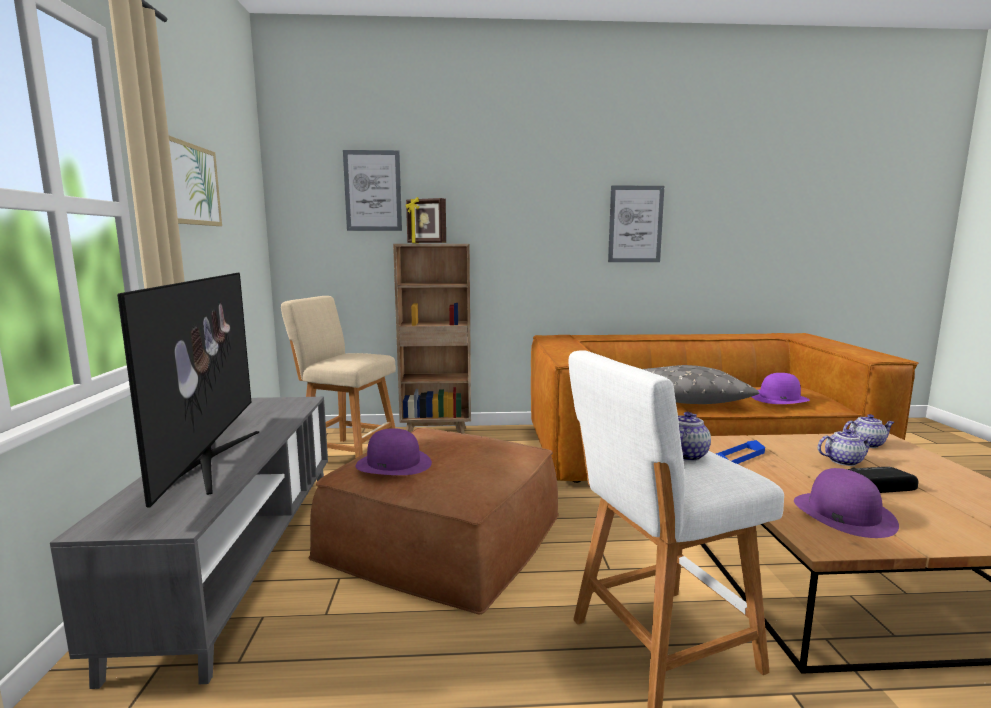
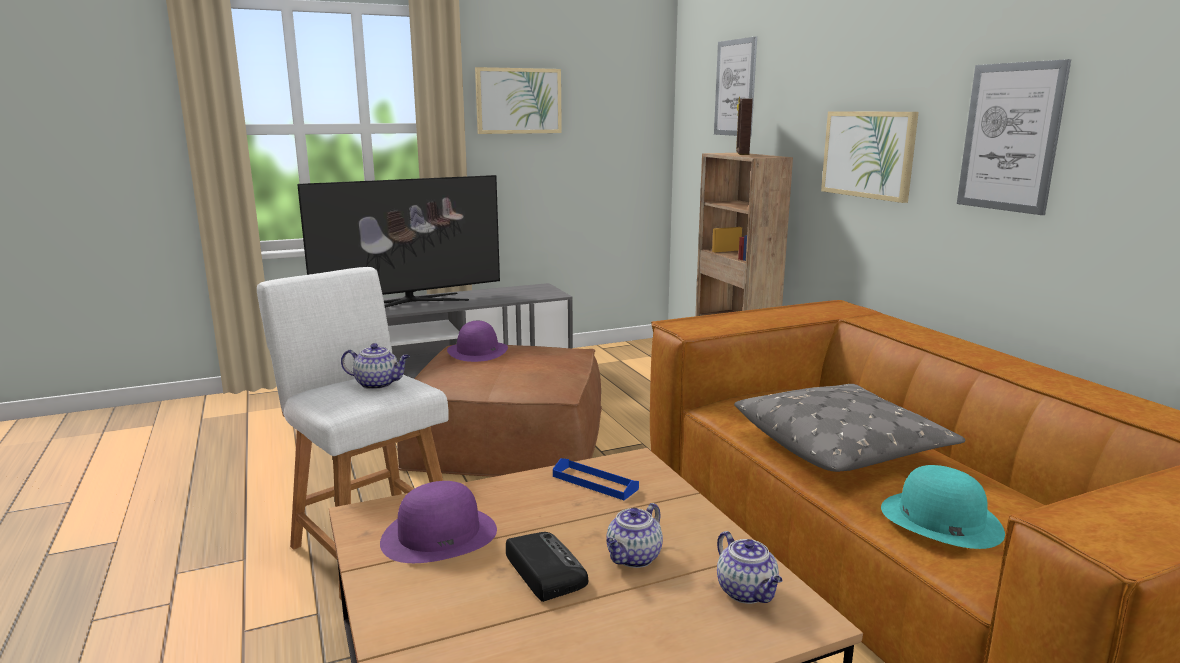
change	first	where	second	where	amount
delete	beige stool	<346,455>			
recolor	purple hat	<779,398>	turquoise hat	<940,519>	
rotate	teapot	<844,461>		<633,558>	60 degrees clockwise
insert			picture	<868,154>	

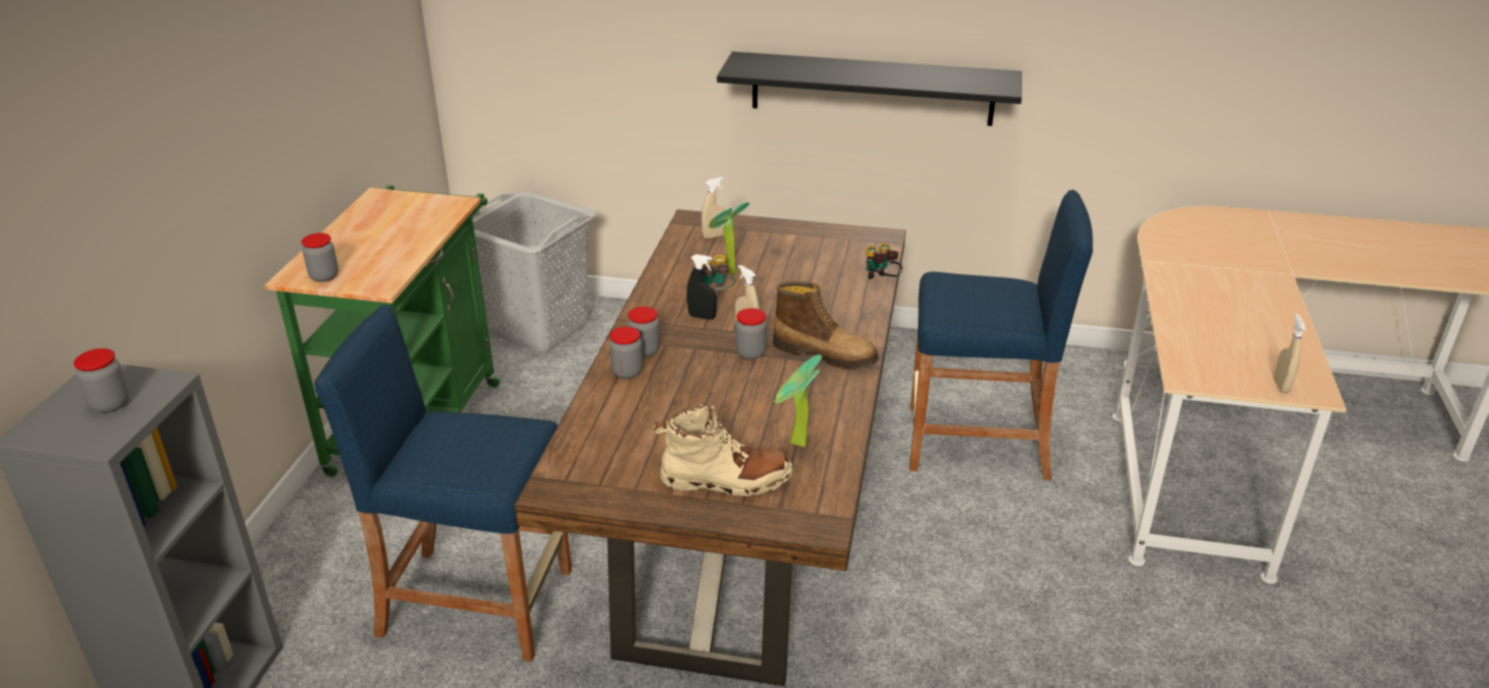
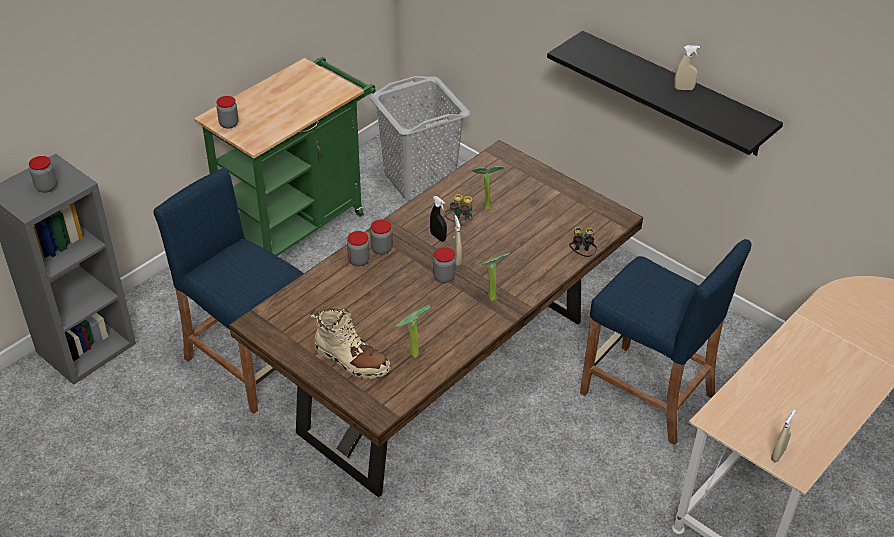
change	first	where	second	where	amount
move	beige spray bottle	<714,236>		<684,88>	
replace	boot	<825,354>	potted plant	<489,297>	

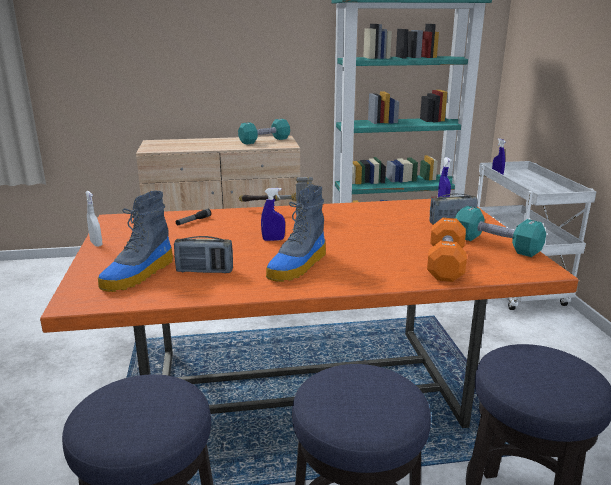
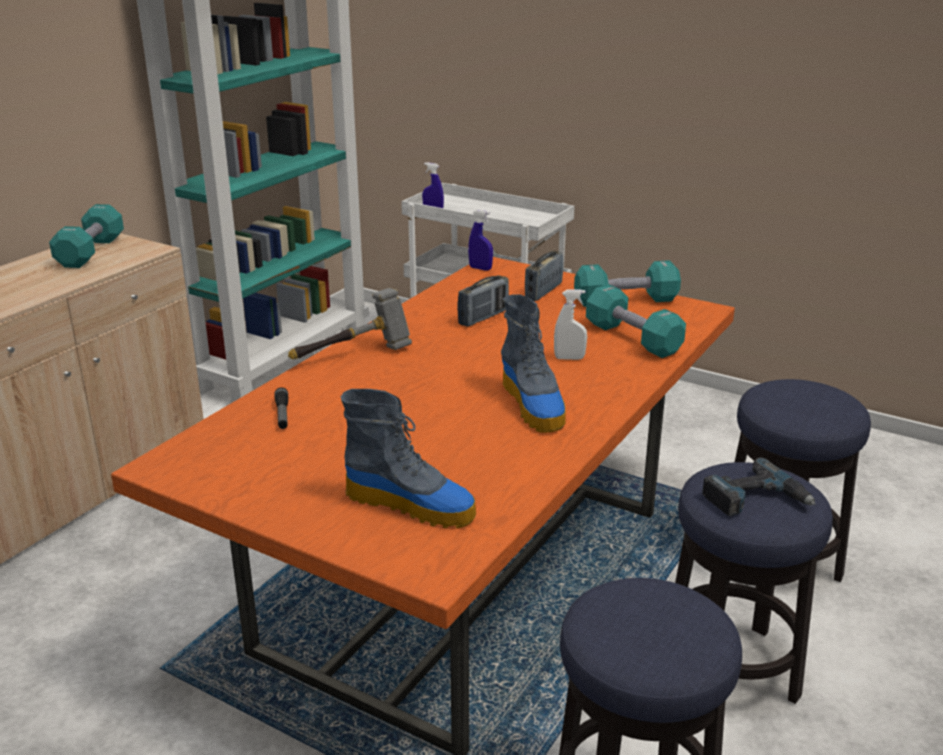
change	first	where	second	where	amount
move	white spray bottle	<96,244>		<569,358>	
rotate	boot	<139,275>		<412,505>	45 degrees counterclockwise
move	radio	<204,271>		<483,317>	
delete	blue spray bottle	<273,240>			
recolor	orange dumbbell	<445,263>	turquoise dumbbell	<632,338>	
insert			power drill	<756,499>	

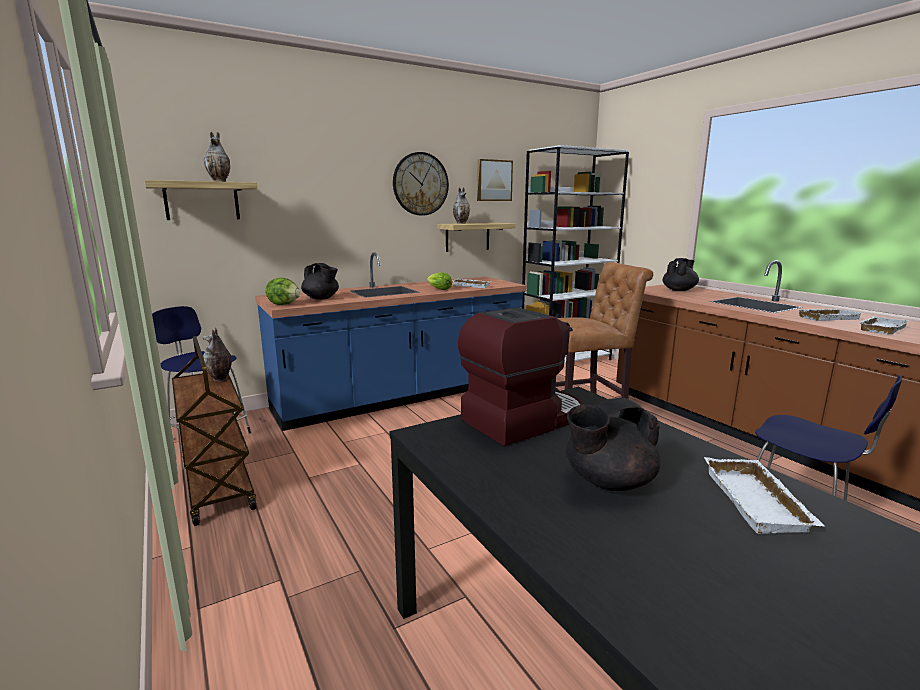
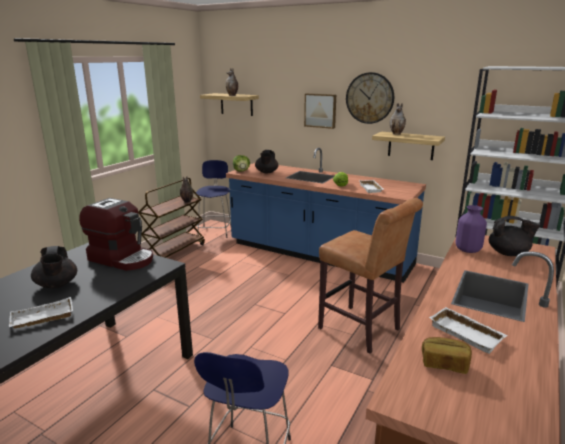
change	first	where	second	where	amount
move	picture	<493,180>		<320,110>	
rotate	black teapot	<607,482>		<57,285>	150 degrees counterclockwise
replace	white tray	<880,328>	bread	<444,364>	
insert			purple vase	<467,250>	

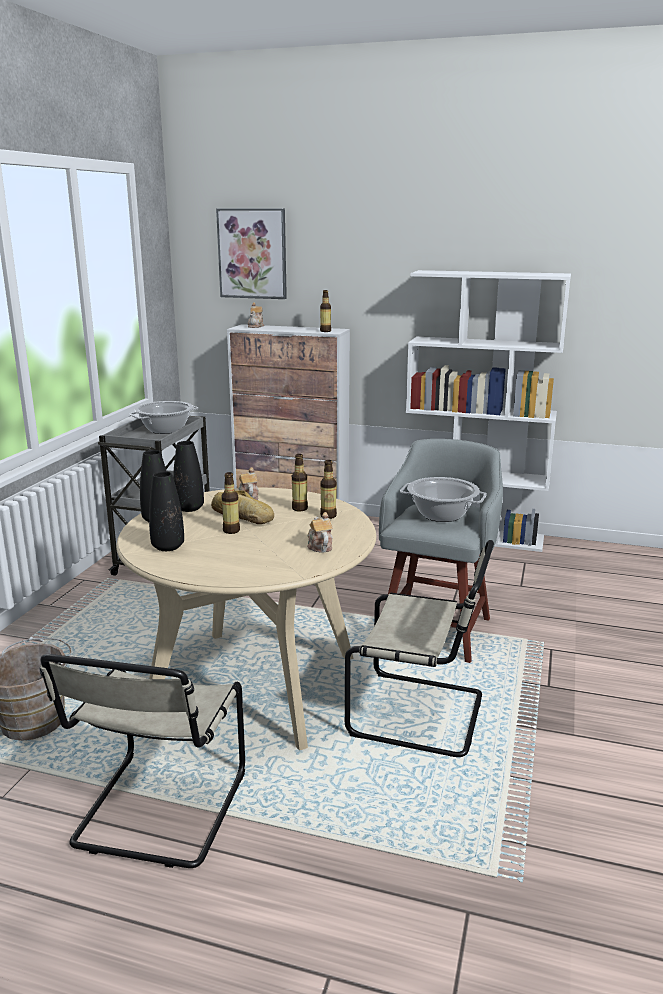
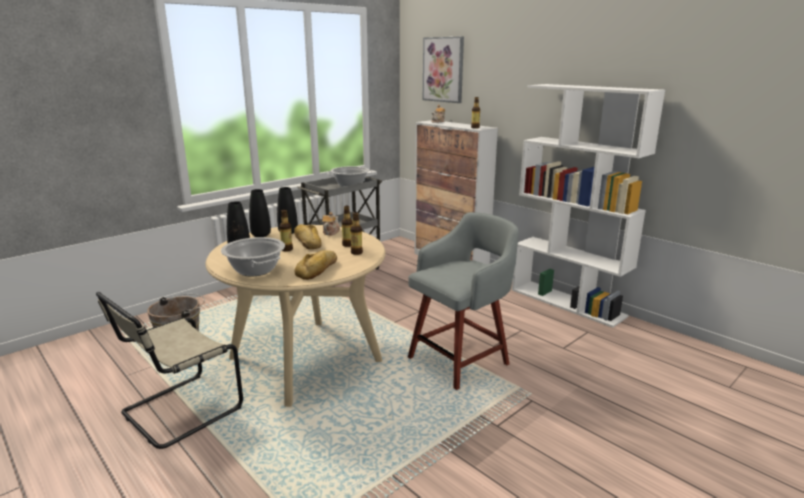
change	first	where	second	where	amount
replace	teapot	<319,546>	bread	<318,269>	
delete	beige chair	<422,715>			
move	cooking pot	<441,515>		<255,270>	

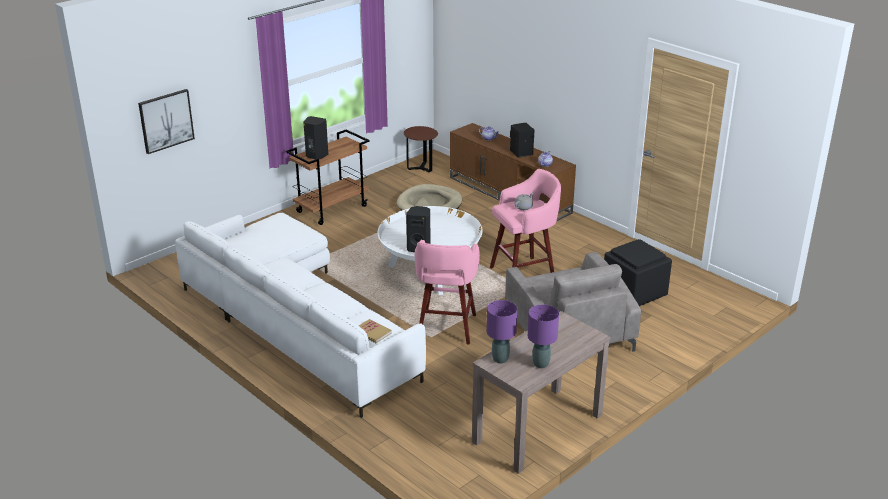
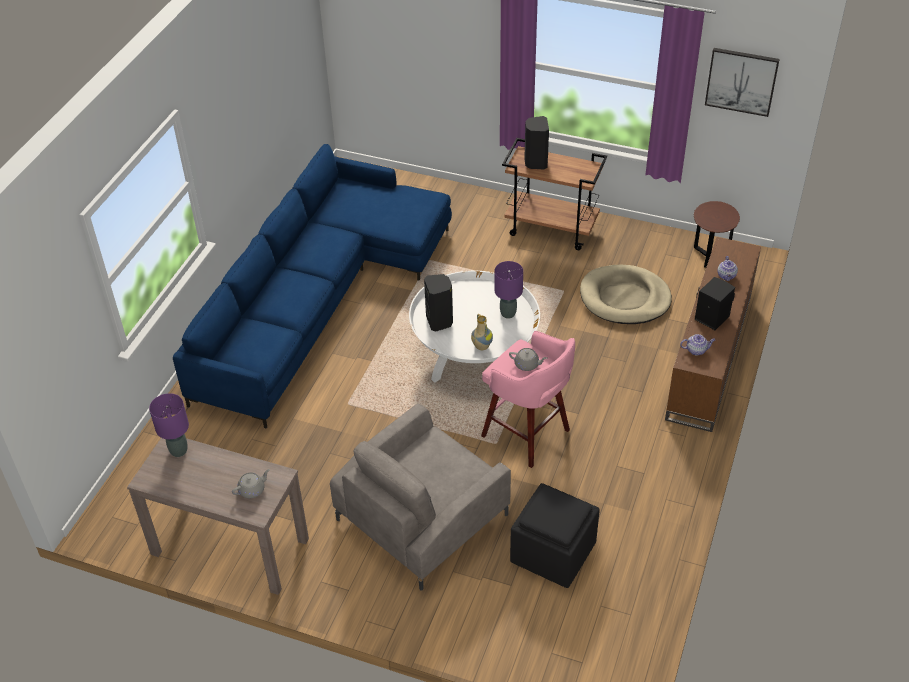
change	first	where	second	where	amount
move	picture	<166,120>		<741,81>	
recolor	white sofa	<295,321>	blue sofa	<319,296>	
delete	book	<372,332>			
delete	pink stool	<446,328>			
move	purple table lamp	<541,364>		<508,314>	
insert			grey teapot	<252,490>	
insert			vase	<481,346>	

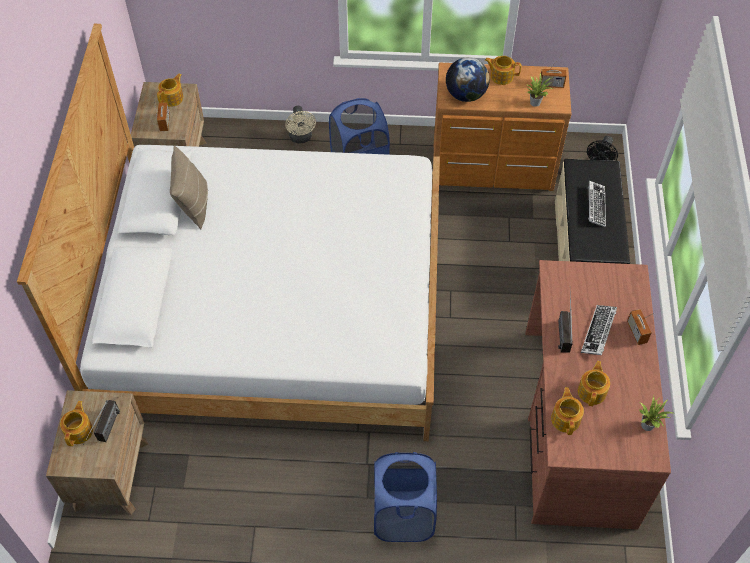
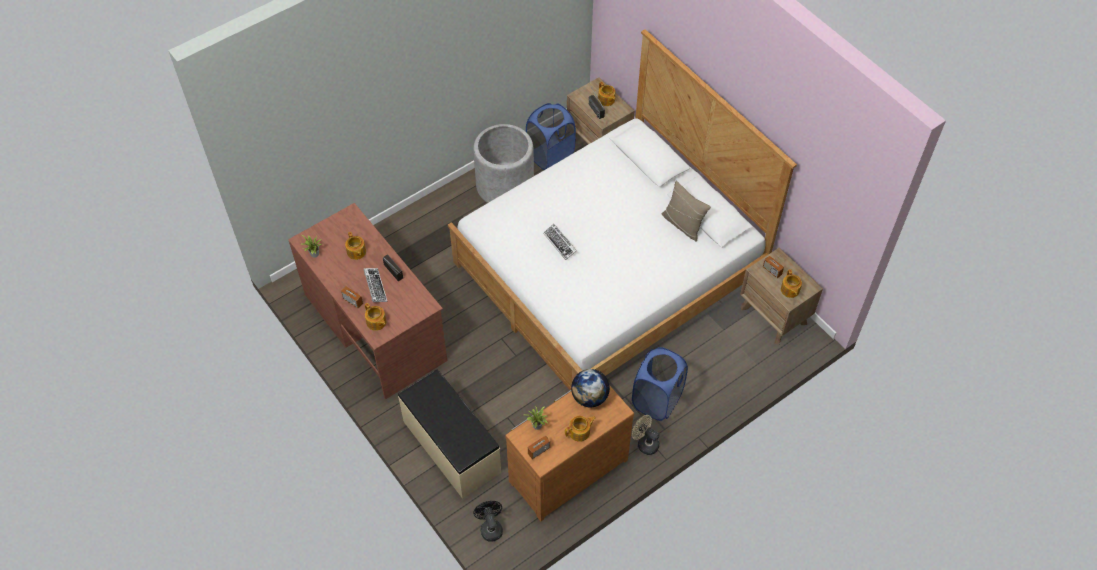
change	first	where	second	where	amount
move	beige fan	<301,138>		<645,443>	
move	blue laundry basket	<403,516>		<550,155>	
move	teapot	<566,418>		<376,322>	
move	keyboard	<596,206>		<560,243>	
insert			grey planter	<505,185>	

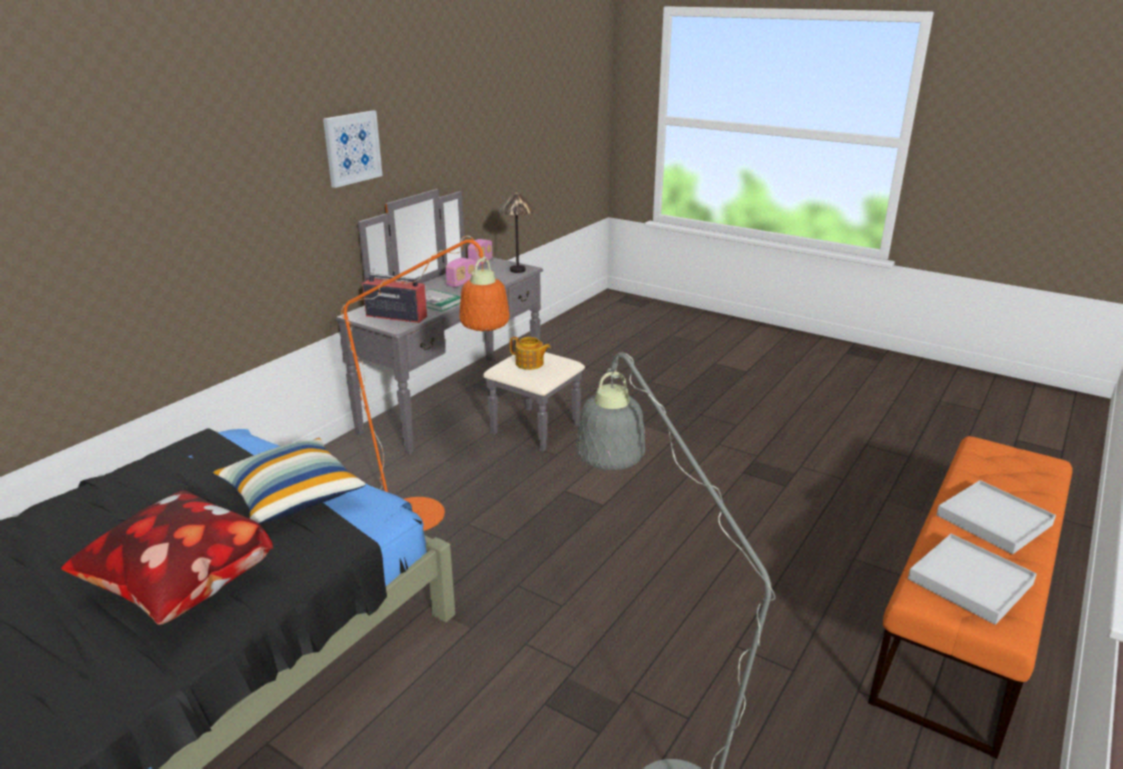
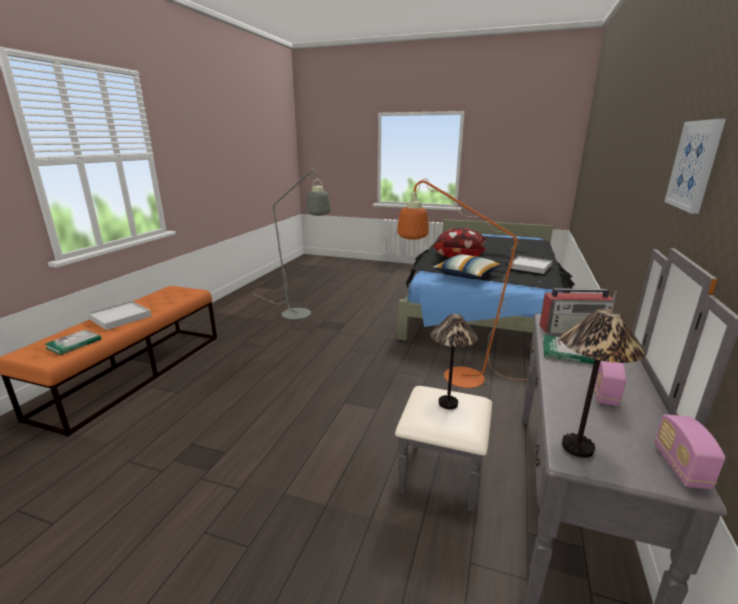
change	first	where	second	where	amount
replace	teapot	<530,364>	table lamp	<448,403>	
move	white tray	<970,581>		<530,267>	
insert			book	<74,344>	

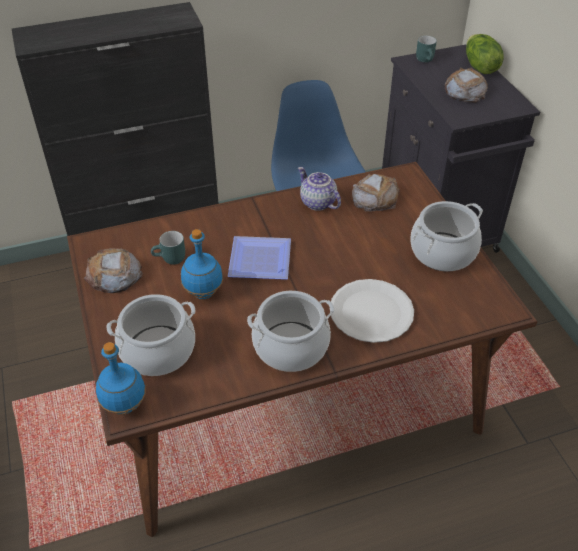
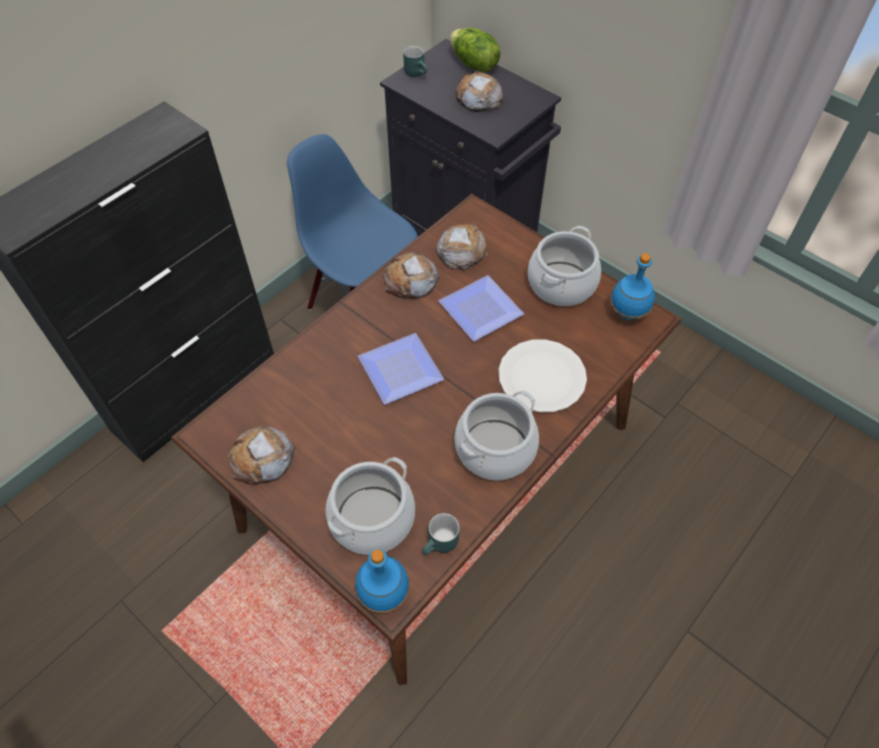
change	first	where	second	where	amount
move	turquoise mug	<170,259>		<441,545>	
move	blue bottle	<203,293>		<627,314>	
replace	teapot	<317,203>	bread	<410,280>	
insert			plate	<483,310>	

